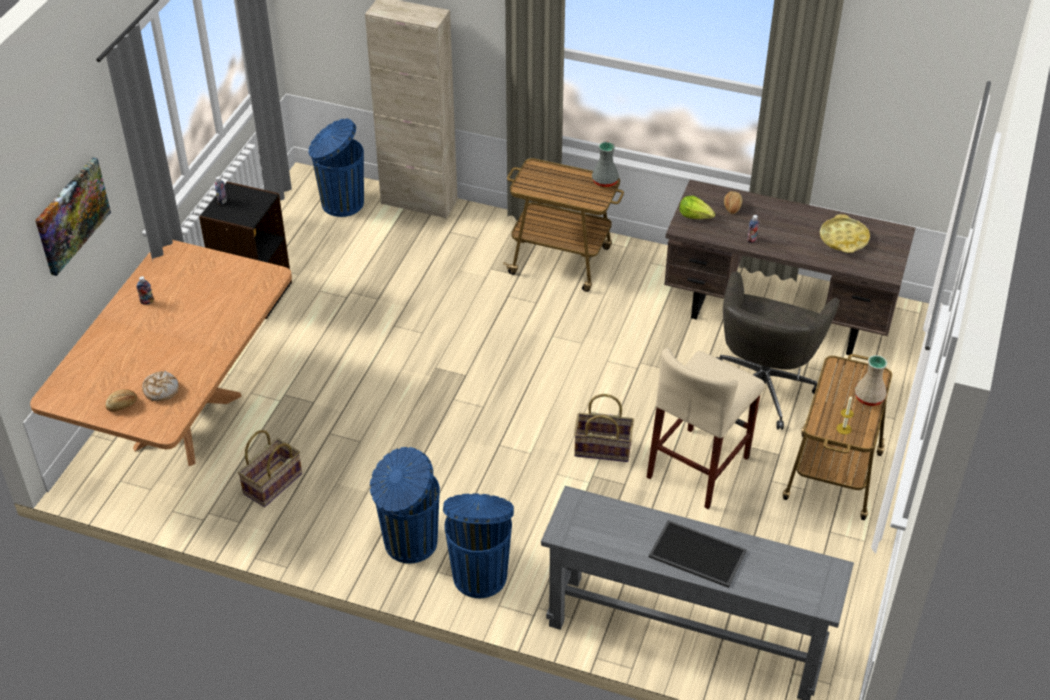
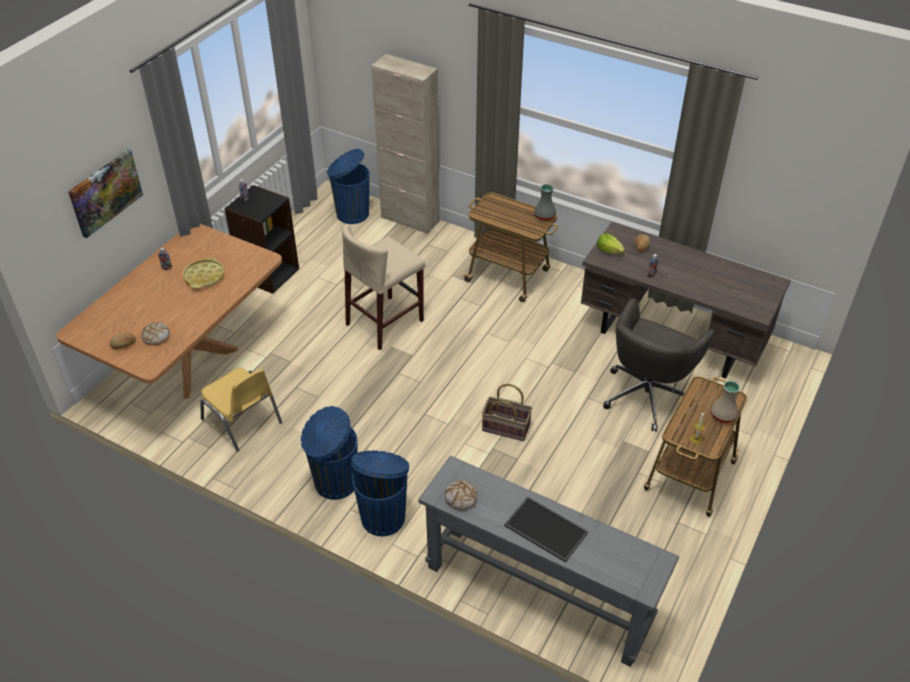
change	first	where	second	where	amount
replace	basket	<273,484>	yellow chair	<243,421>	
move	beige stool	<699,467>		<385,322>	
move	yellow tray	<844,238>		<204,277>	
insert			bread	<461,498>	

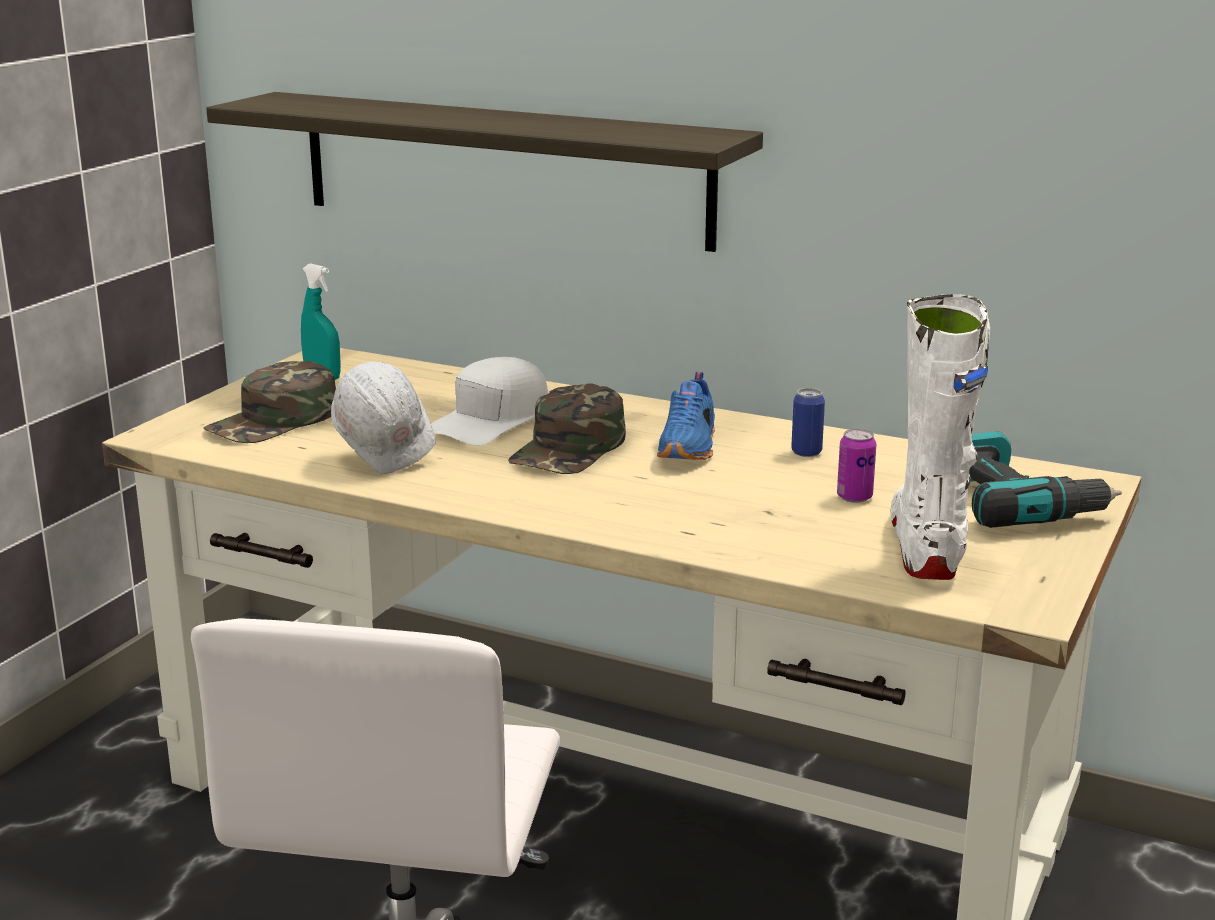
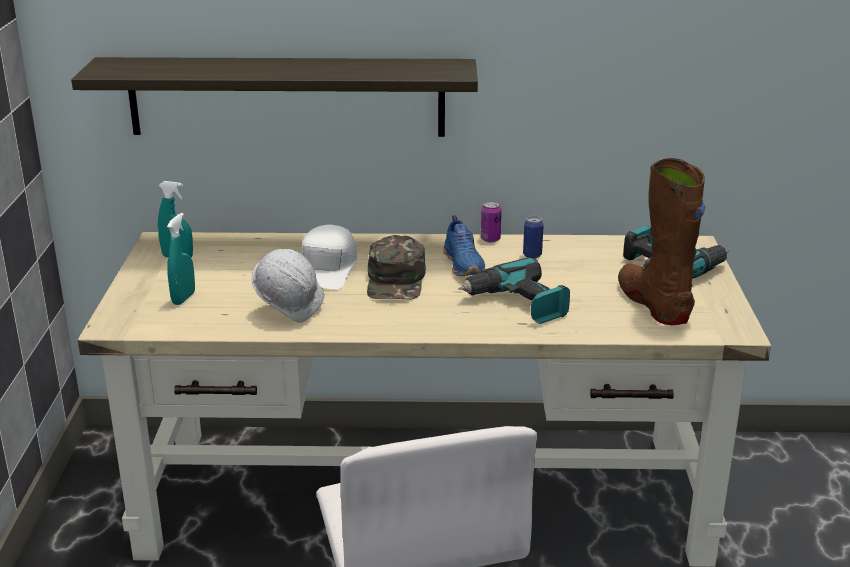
change	first	where	second	where	amount
replace	green cap	<274,421>	turquoise spray bottle	<183,298>	
move	can	<854,497>		<490,239>	
recolor	white boot	<926,547>	brown boot	<653,304>	
insert			power drill	<517,304>	

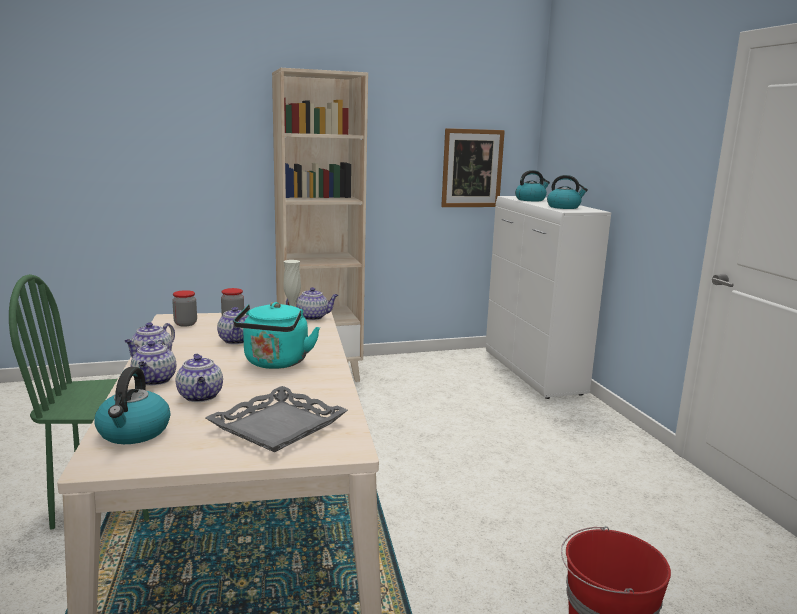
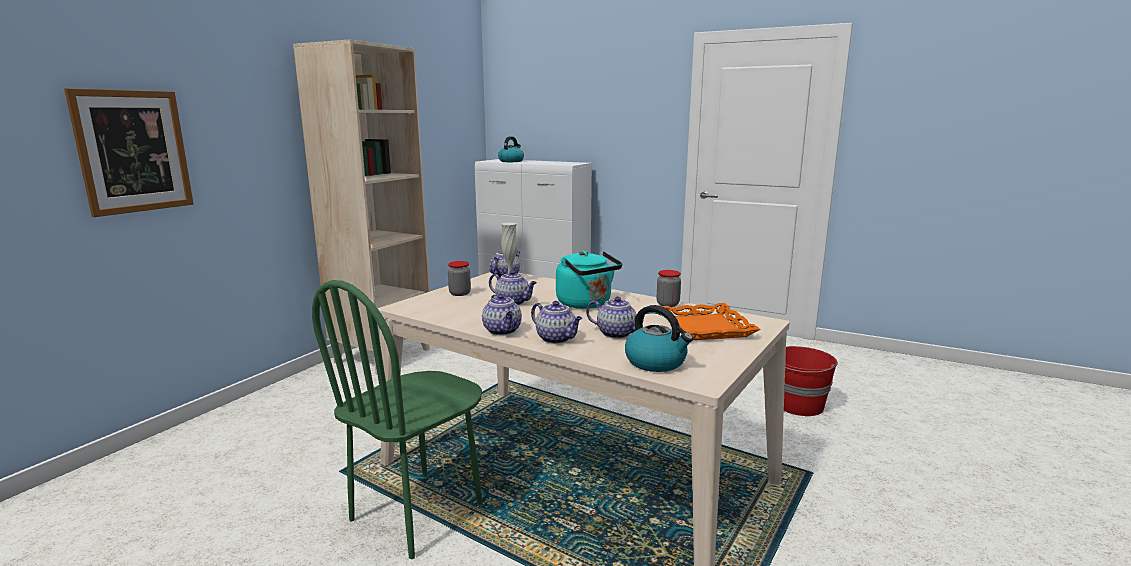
change	first	where	second	where	amount
move	jar	<185,324>		<667,304>	
recolor	grey tray	<277,426>	orange tray	<705,327>	
move	picture	<472,168>		<133,151>	
delete	kettle	<564,207>			

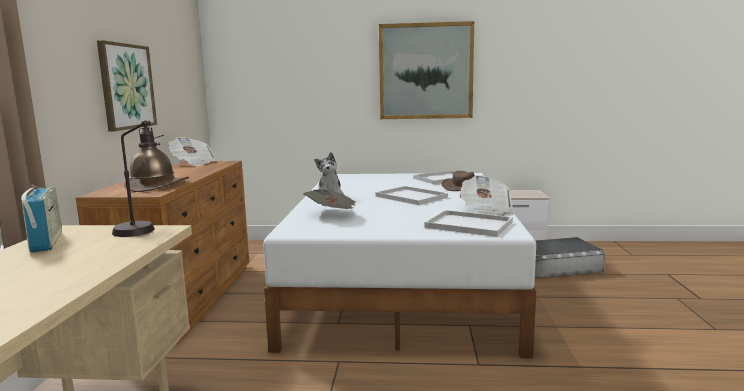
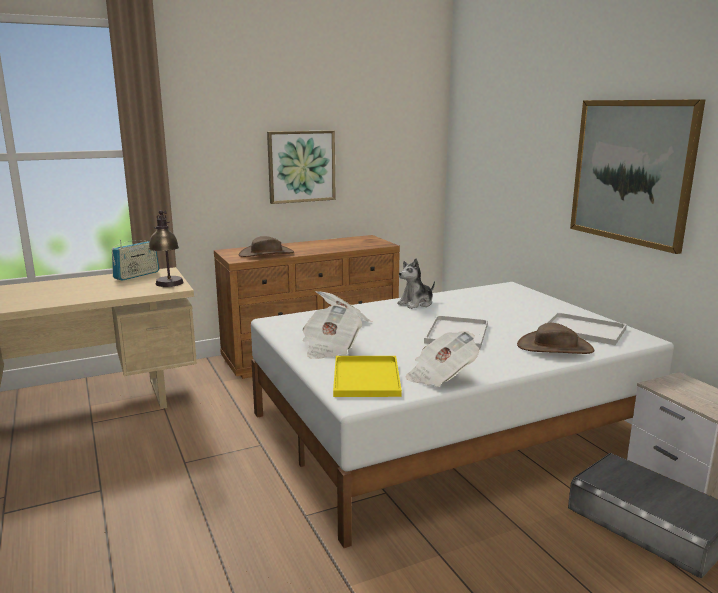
change	first	where	second	where	amount
move	newspaper	<193,163>		<330,348>	
recolor	white tray	<470,225>	yellow tray	<367,378>	

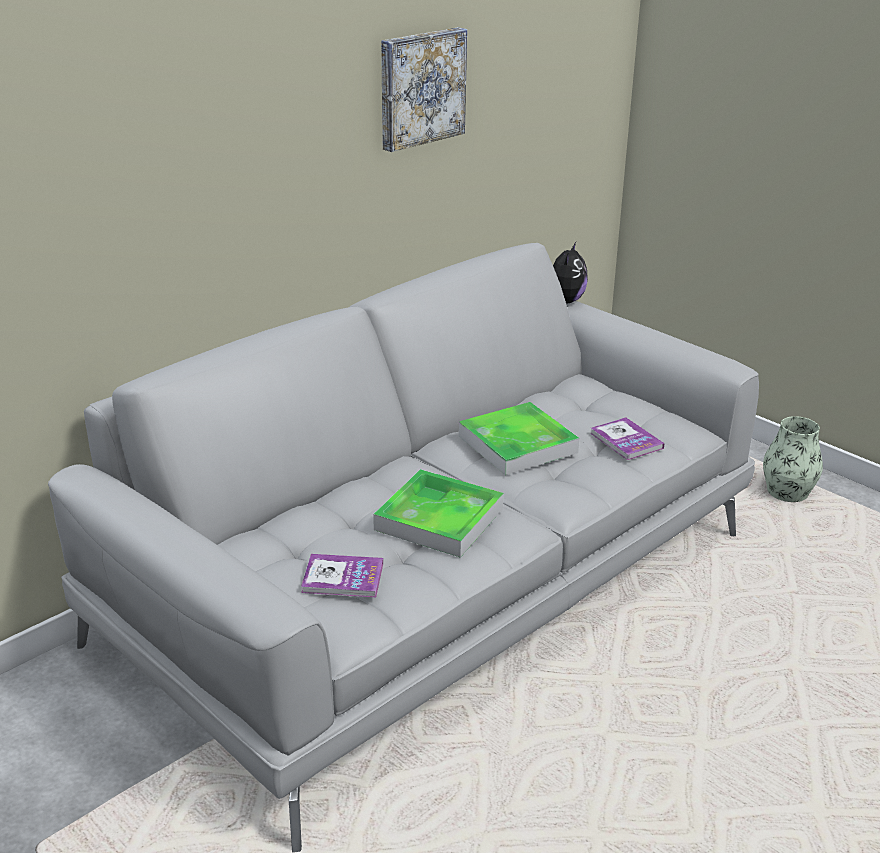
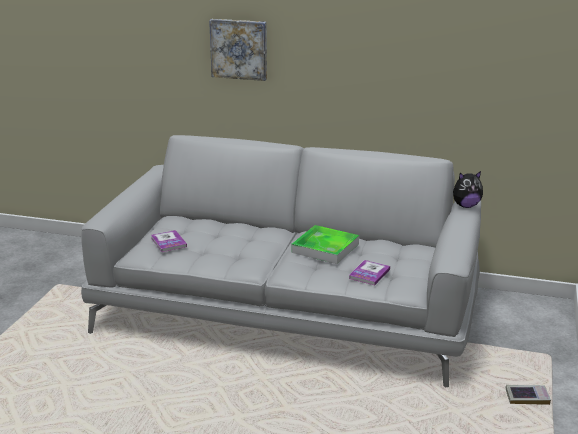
change	first	where	second	where	amount
delete	tray	<439,519>			
move	picture	<420,88>		<239,49>	
replace	vase	<787,492>	book	<527,397>	

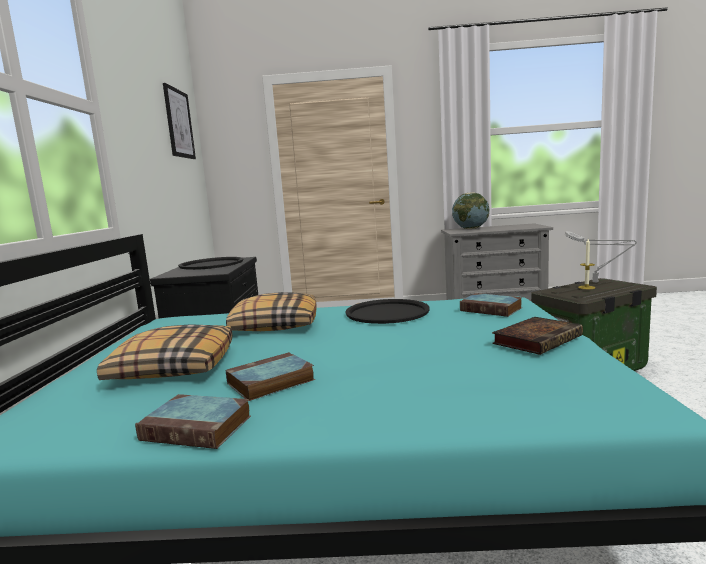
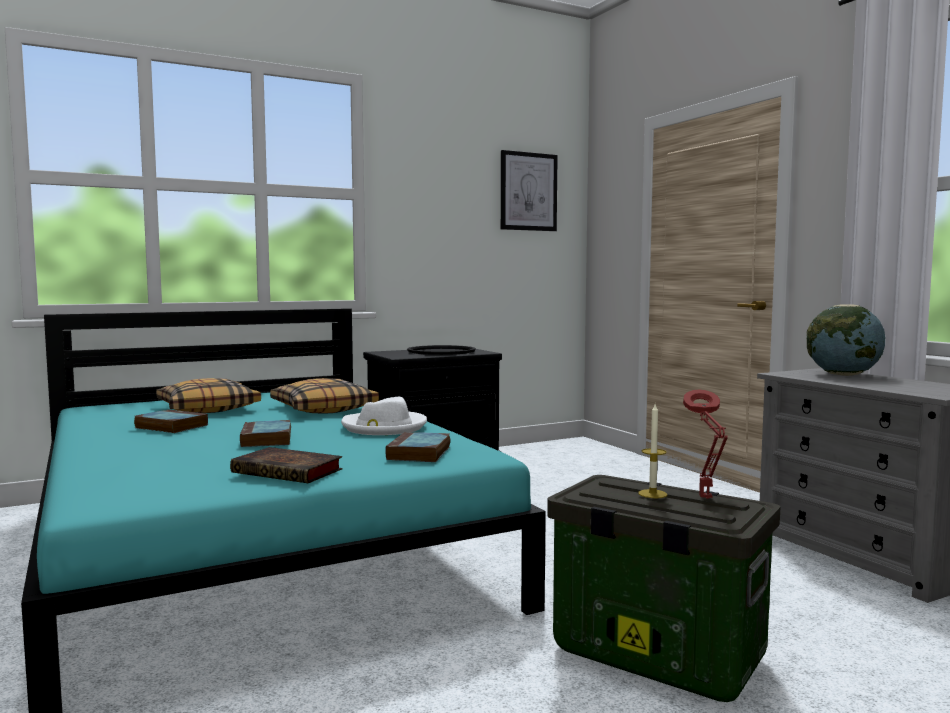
change	first	where	second	where	amount
move	book	<199,428>		<267,439>	
replace	black tray	<387,312>	white hat	<384,427>	
recolor	grey table lamp	<597,282>	red table lamp	<706,499>	

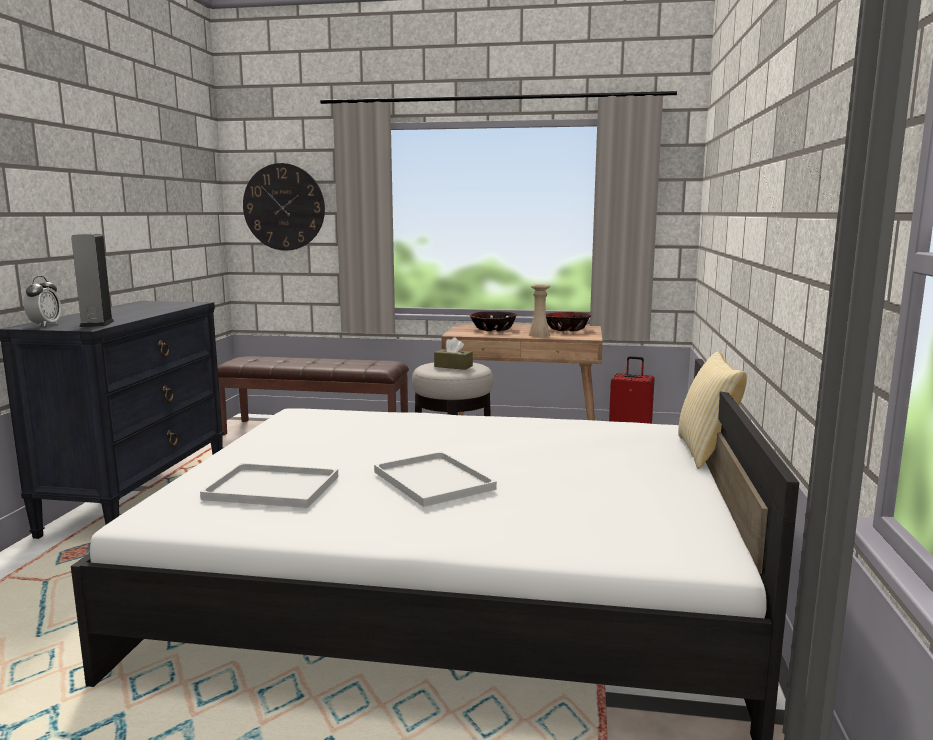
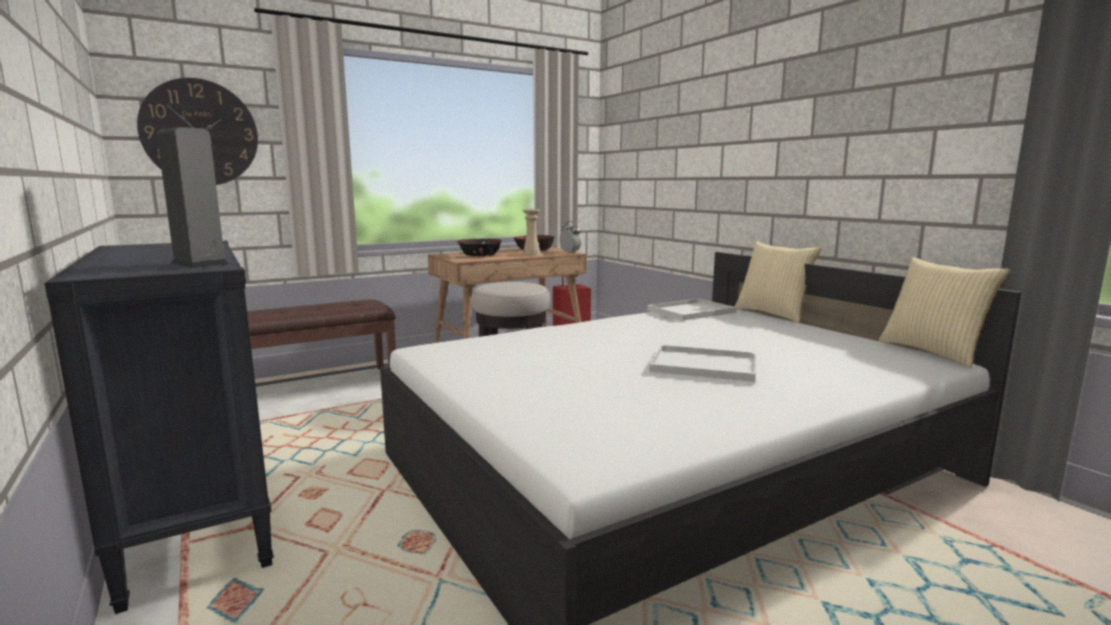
change	first	where	second	where	amount
move	alarm clock	<45,324>		<570,253>	
move	white tray	<269,488>		<690,311>	
delete	brown tissue box	<453,366>			
insert			pillow	<933,352>	

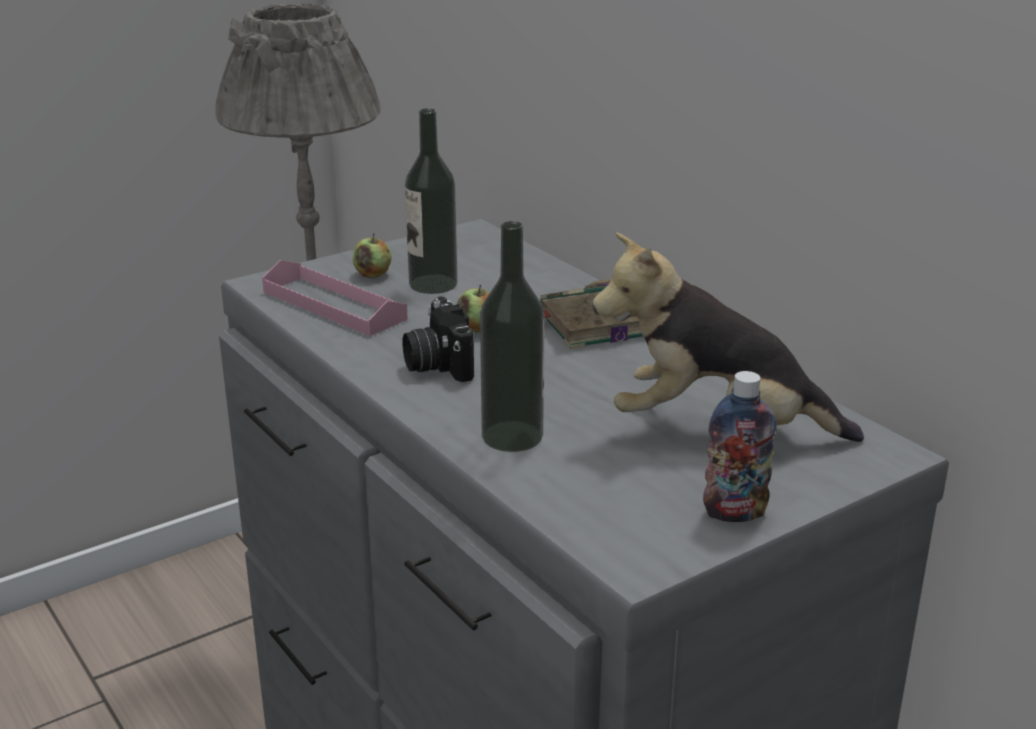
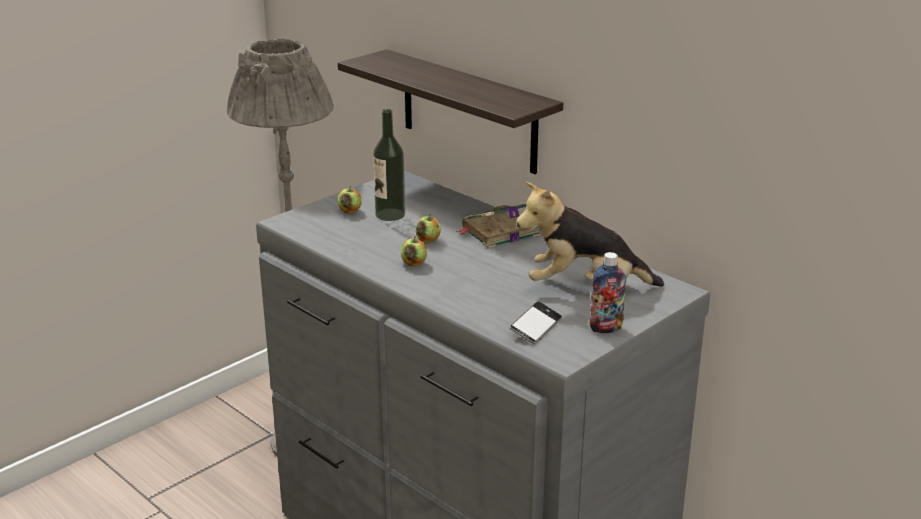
change	first	where	second	where	amount
delete	pink tray	<333,305>			
replace	photo camera	<437,364>	apple	<414,263>	
delete	bottle	<512,436>			
insert			shelf	<469,112>	
insert			phone	<535,327>	

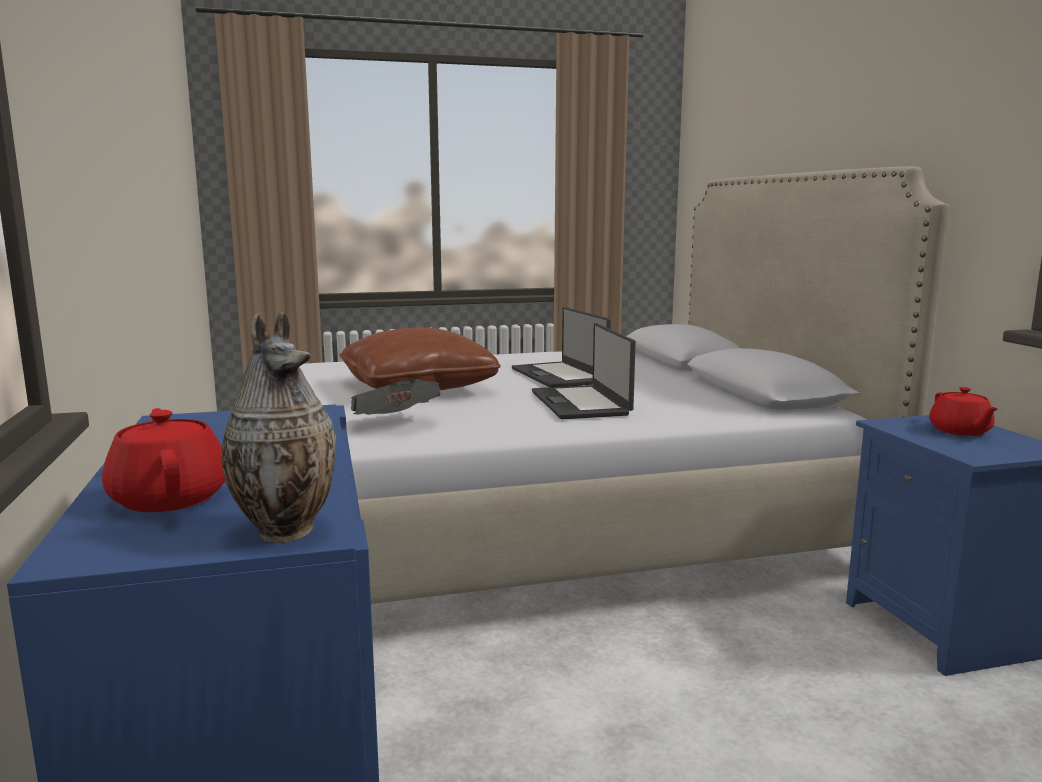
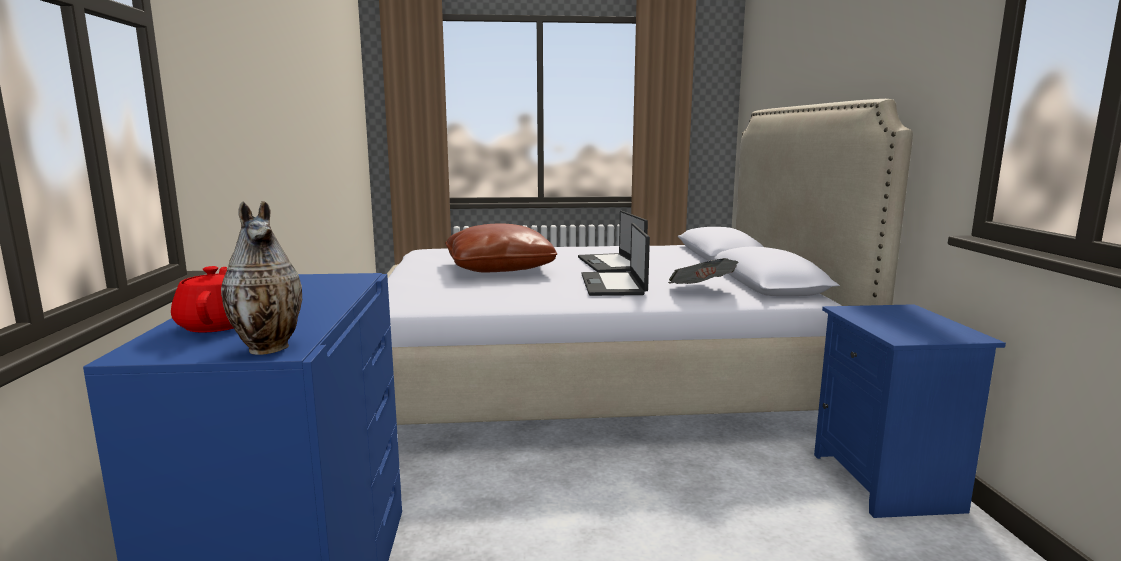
change	first	where	second	where	amount
move	newspaper	<396,424>		<701,291>	
delete	red teapot	<960,431>			

